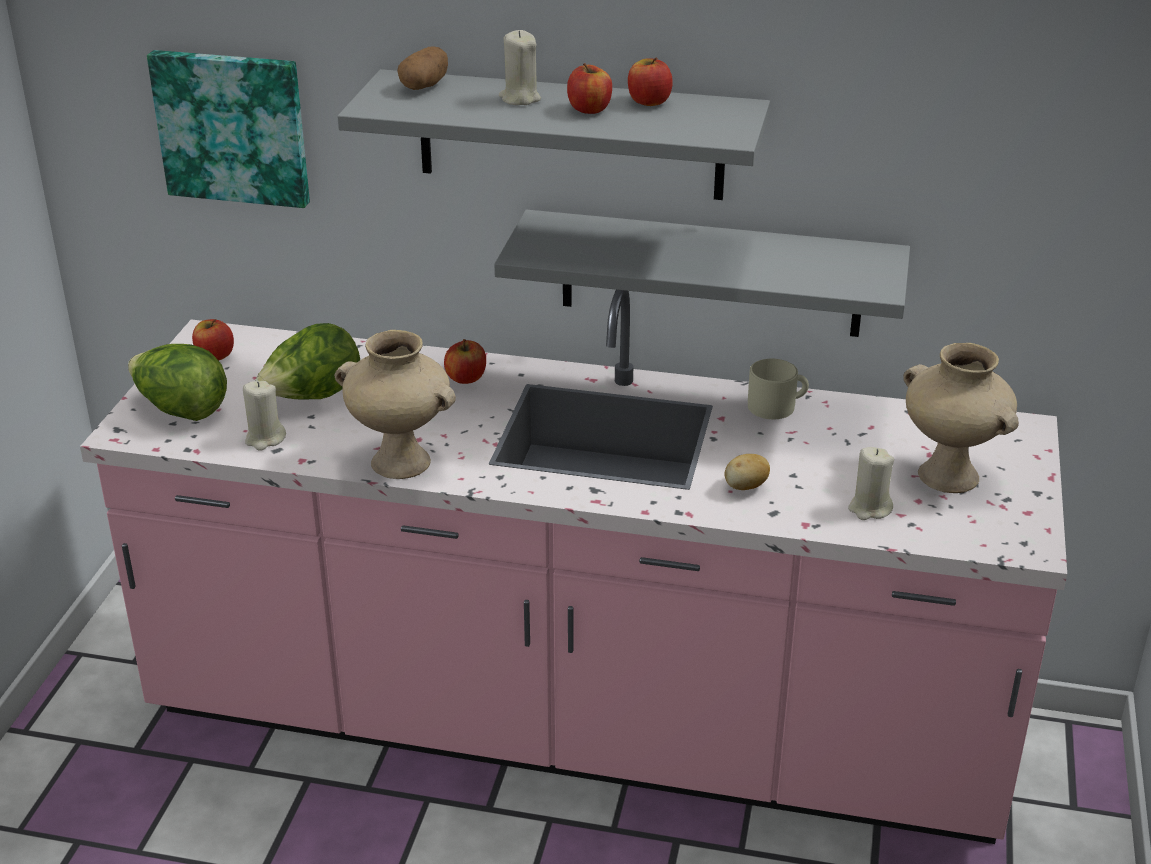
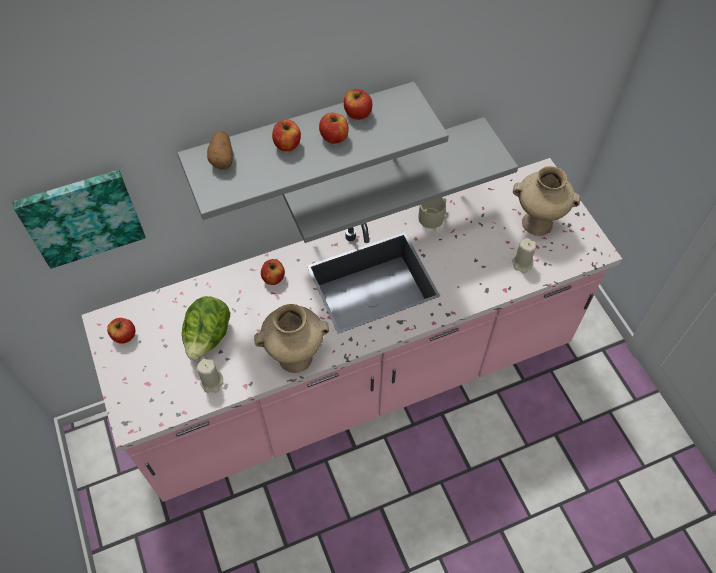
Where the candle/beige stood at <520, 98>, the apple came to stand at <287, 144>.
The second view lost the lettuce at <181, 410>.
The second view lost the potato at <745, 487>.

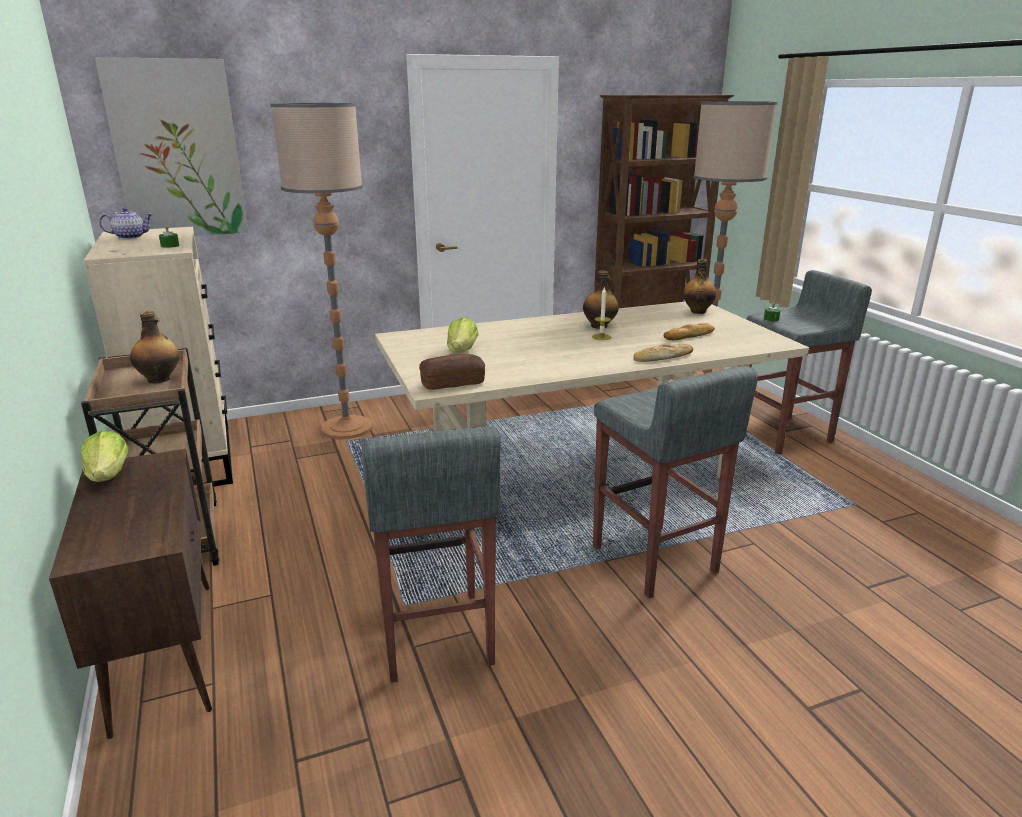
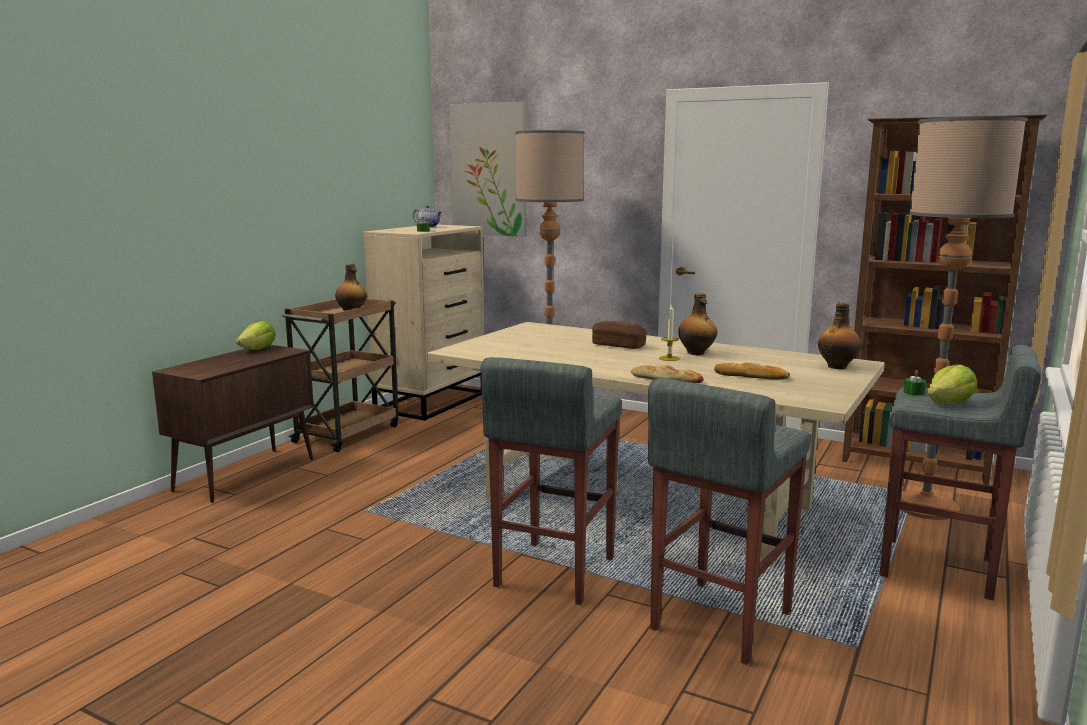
The bread ended up elsewhere, having gone from <452, 383> to <618, 345>.
The stool/grey ended up elsewhere, having gone from <434, 636> to <719, 621>.
The lettuce ended up elsewhere, having gone from <462, 351> to <949, 404>.

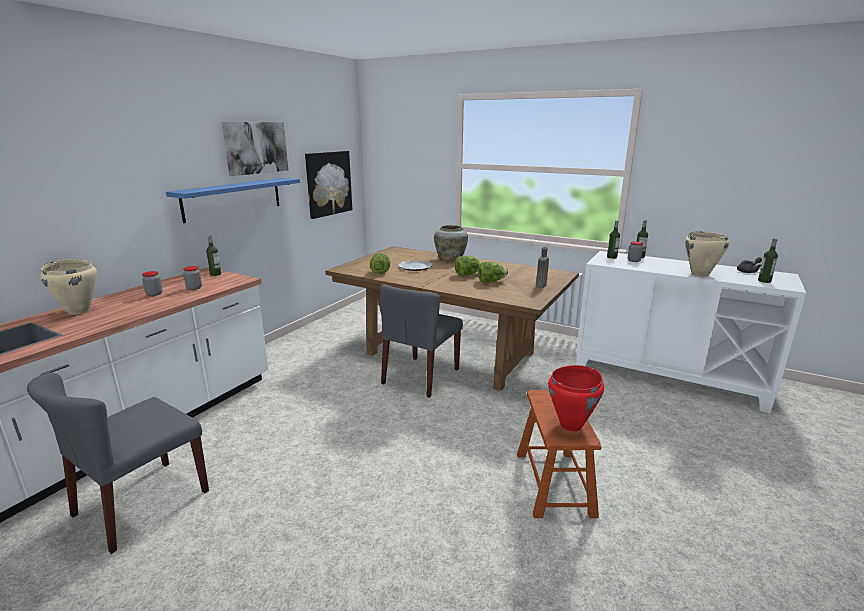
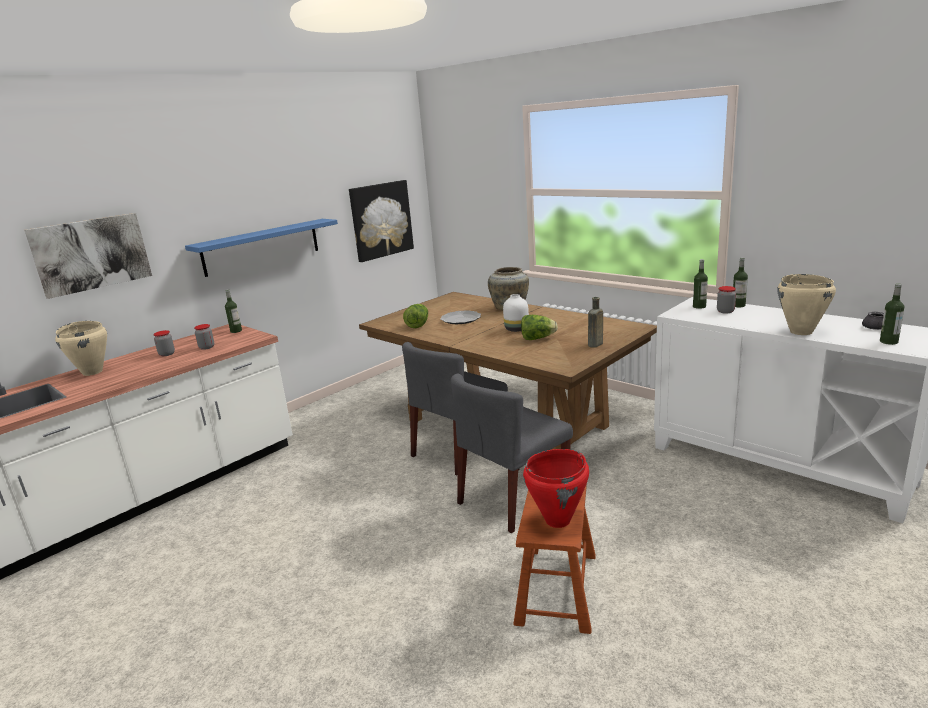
The picture ended up elsewhere, having gone from <256, 147> to <91, 254>.
The chair/grey ended up elsewhere, having gone from <141, 503> to <513, 498>.
Where the lettuce stood at <468, 274>, the vase/white came to stand at <516, 329>.

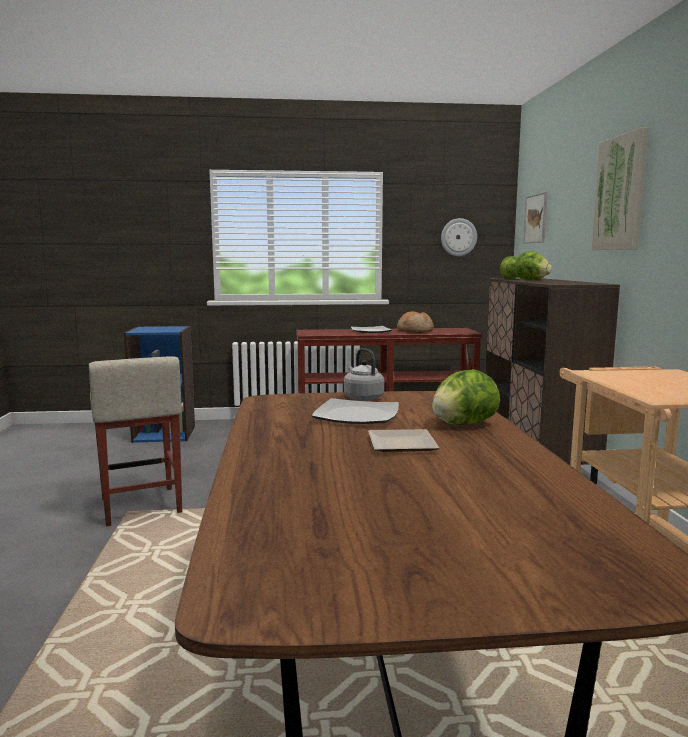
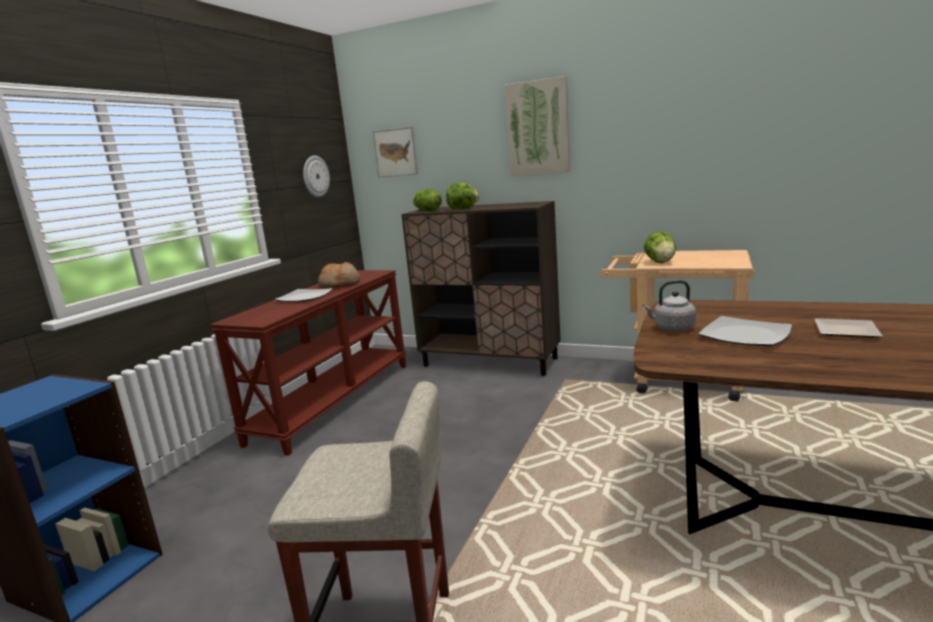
The lettuce ended up elsewhere, having gone from <463, 424> to <660, 262>.

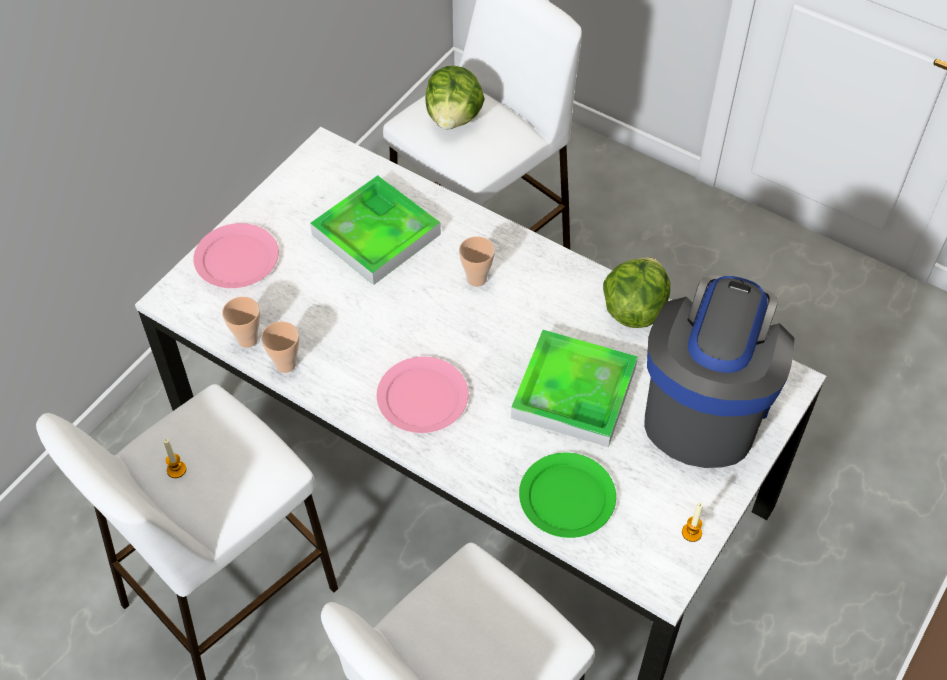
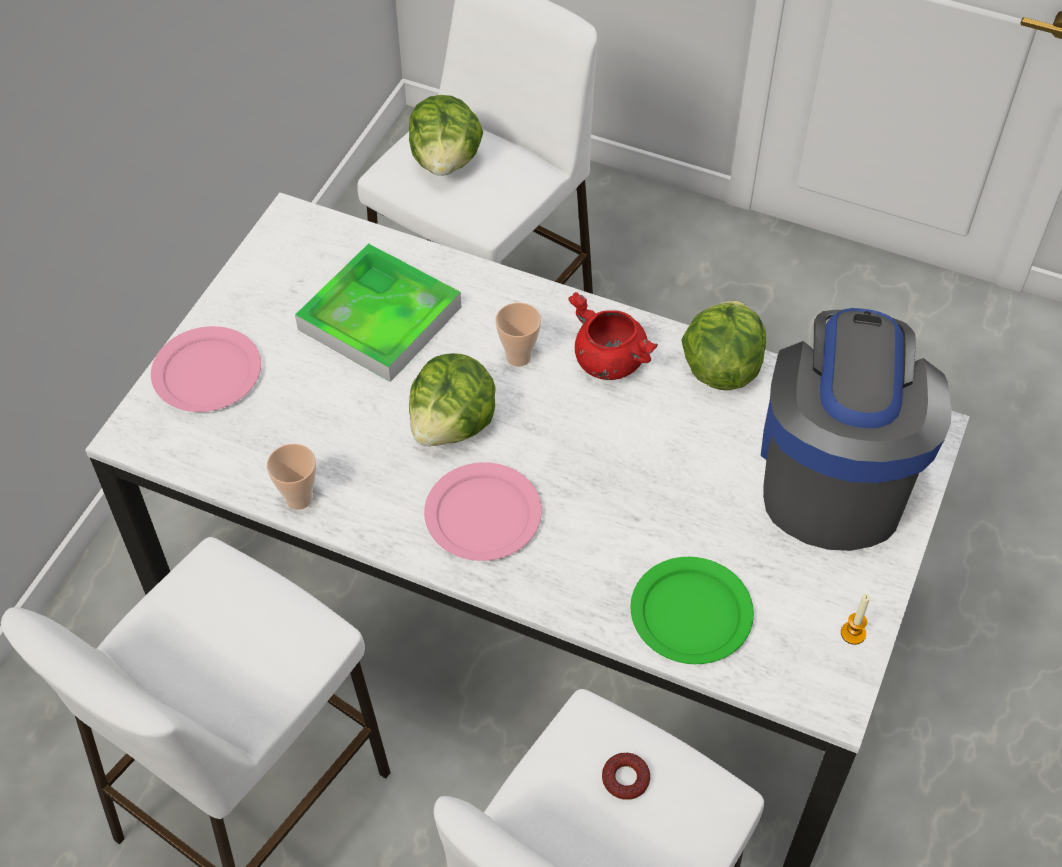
The second view gained the lettuce at <453, 425>.
The second view gained the cooking pot/red at <608, 361>.
The second view gained the donut at <625, 779>.
The second view lost the candle at <176, 470>.
The second view lost the cup at <247, 339>.
The second view lost the tray at <574, 392>.

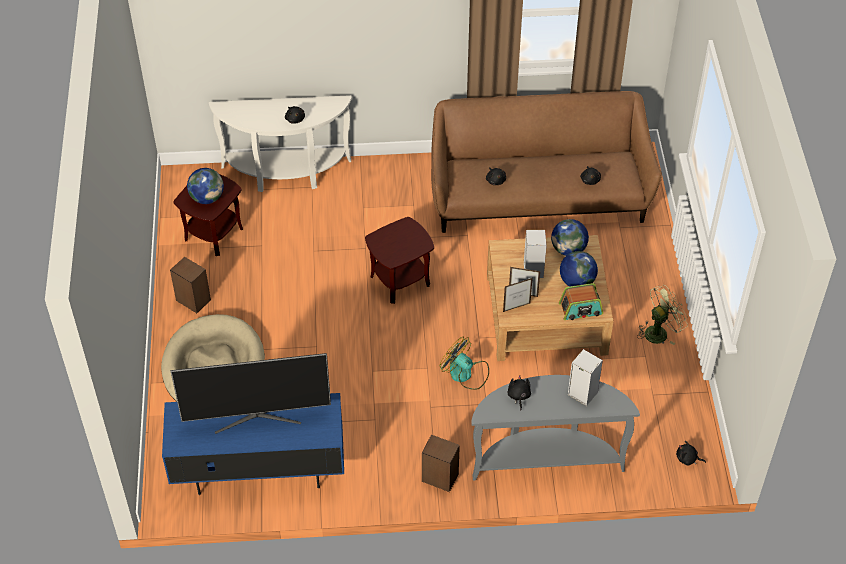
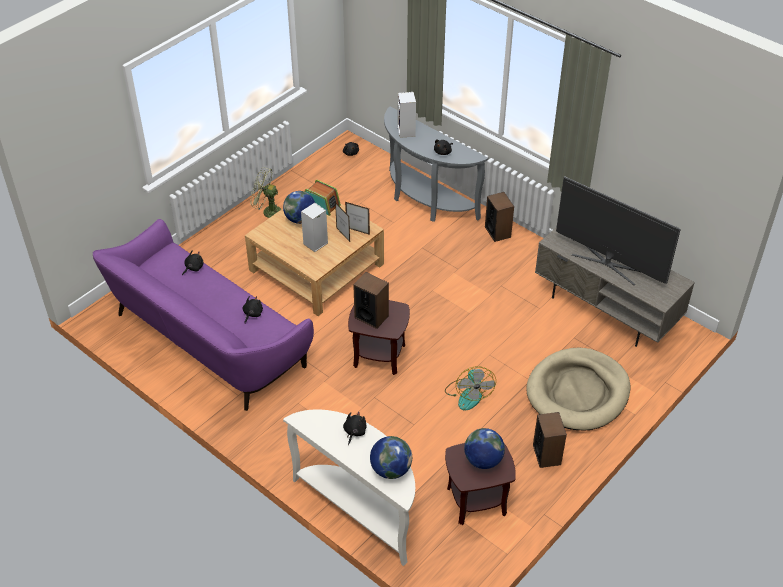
What was the sofa/brown at <538, 196> turned into the sofa/purple at <206, 340>.
The second view gained the speaker at <371, 316>.
The globe ended up elsewhere, having gone from <568, 249> to <391, 469>.
The fan ended up elsewhere, having gone from <465, 374> to <468, 394>.
What was the tv stand/blue at <258, 469> turned into the tv stand/grey at <607, 309>.

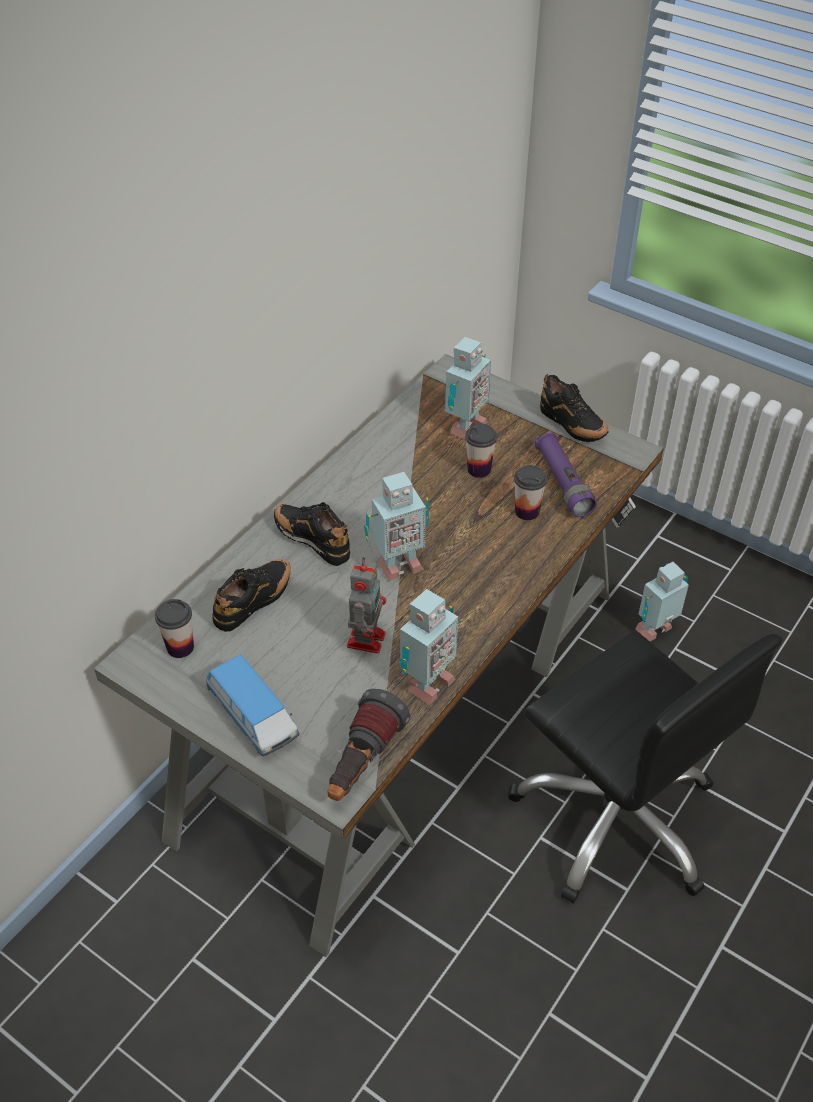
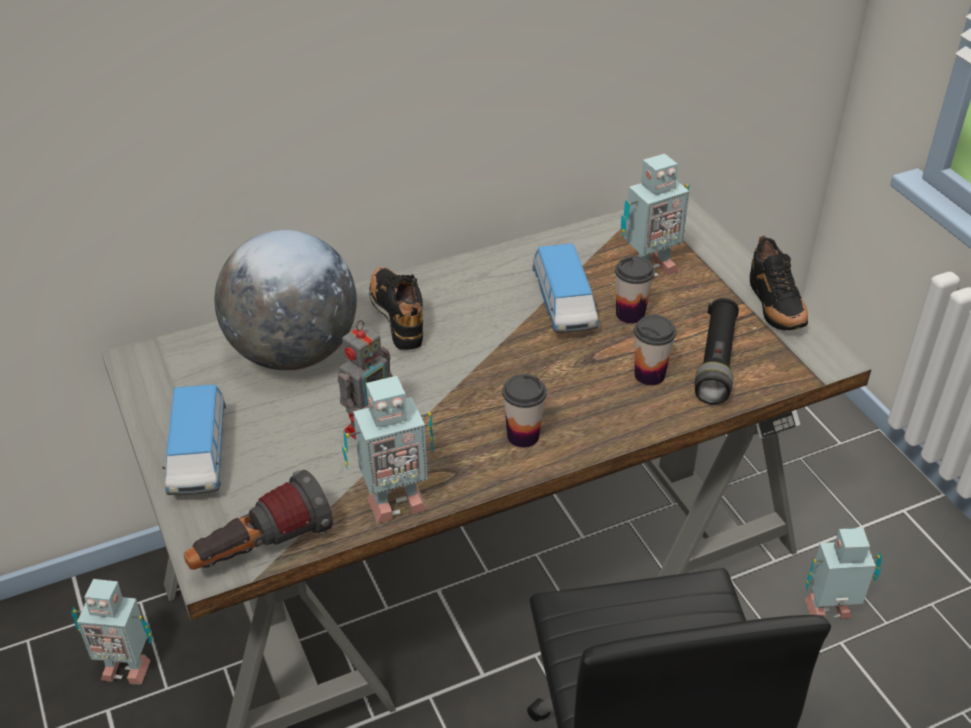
The toy robot ended up elsewhere, having gone from <398, 565> to <125, 667>.
Where the shoe/black stood at <255, 602>, the globe came to stand at <293, 352>.
The cup ended up elsewhere, having gone from <180, 647> to <523, 436>.
The second view gained the toy car at <564, 305>.
What was the flashlight/purple at <563, 483> turned into the flashlight/black at <716, 362>.

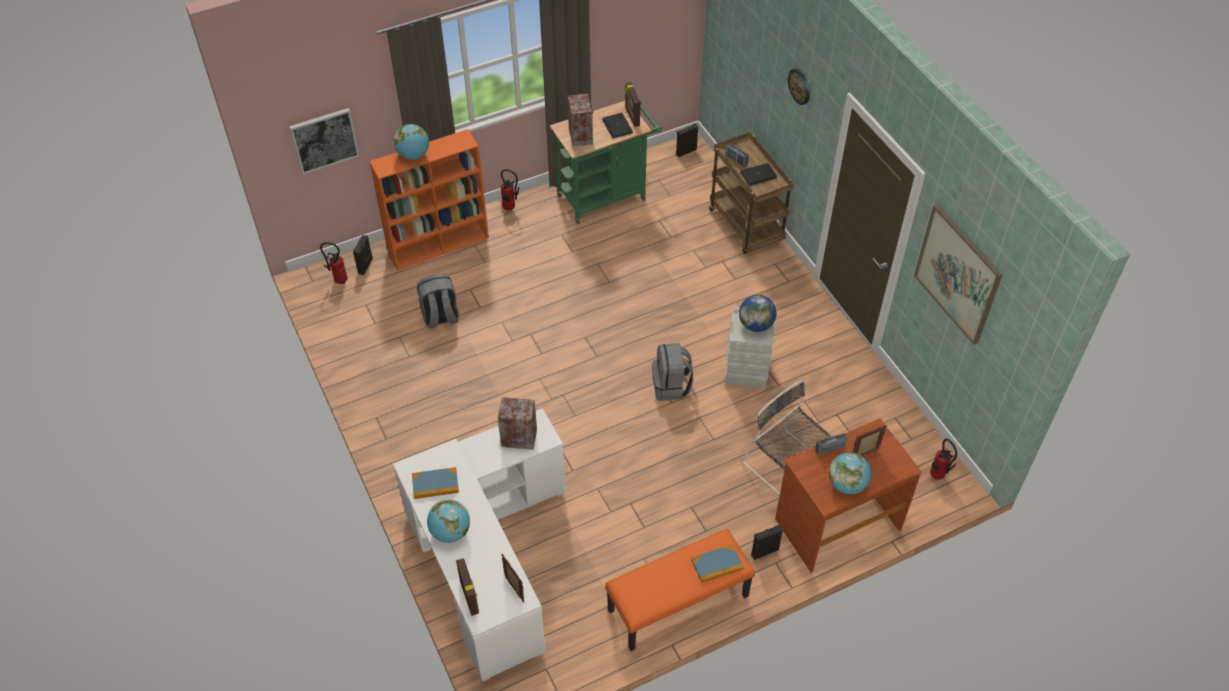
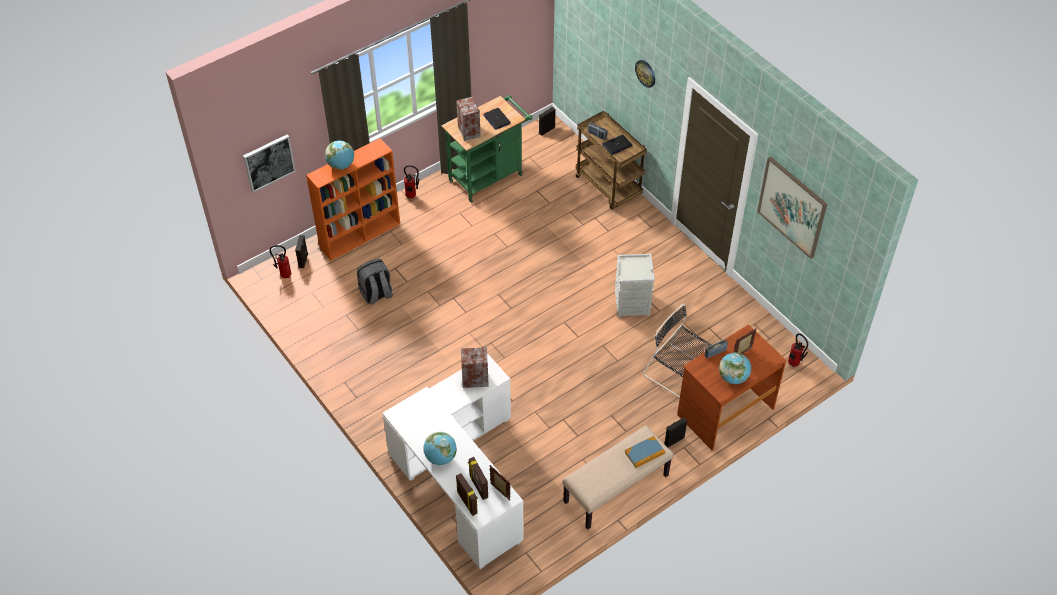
The picture frame ended up elsewhere, having gone from <632, 117> to <478, 487>.
What was the bench/orange at <678, 604> turned into the bench/beige at <616, 489>.
The second view lost the book at <435, 484>.
The second view lost the backpack/grey at <671, 386>.
The second view lost the globe at <756, 325>.

